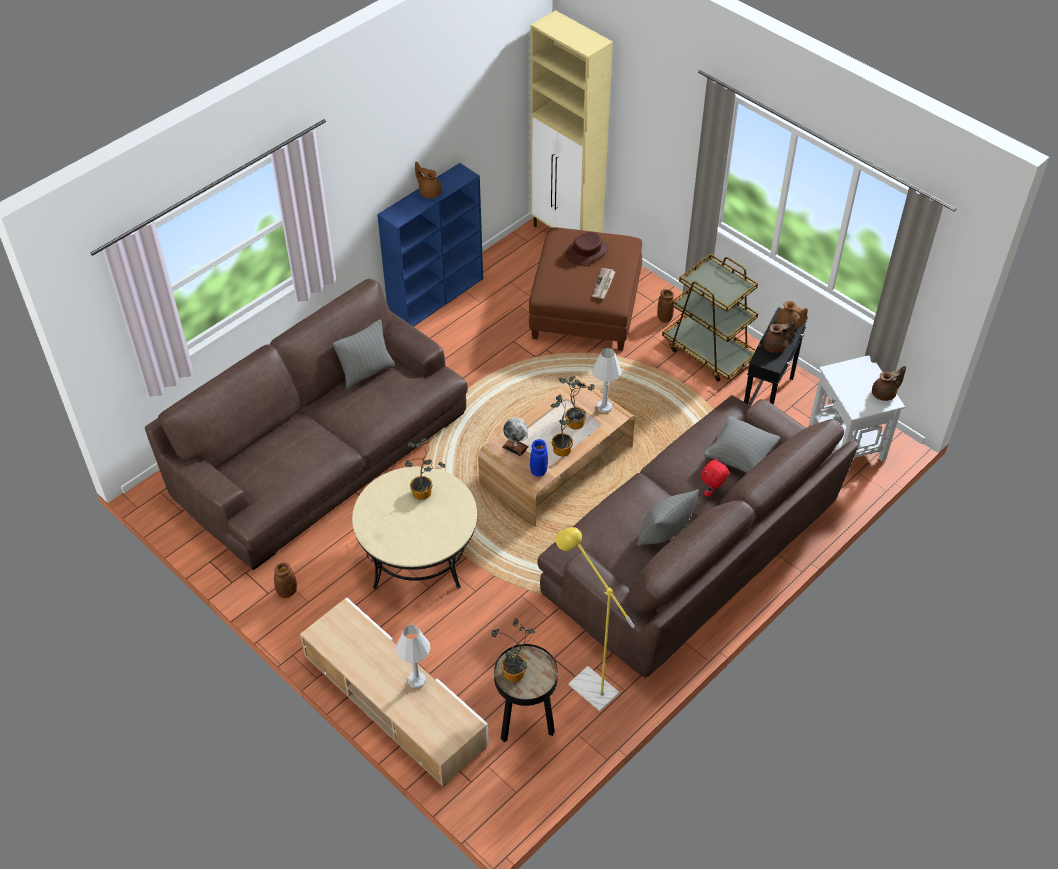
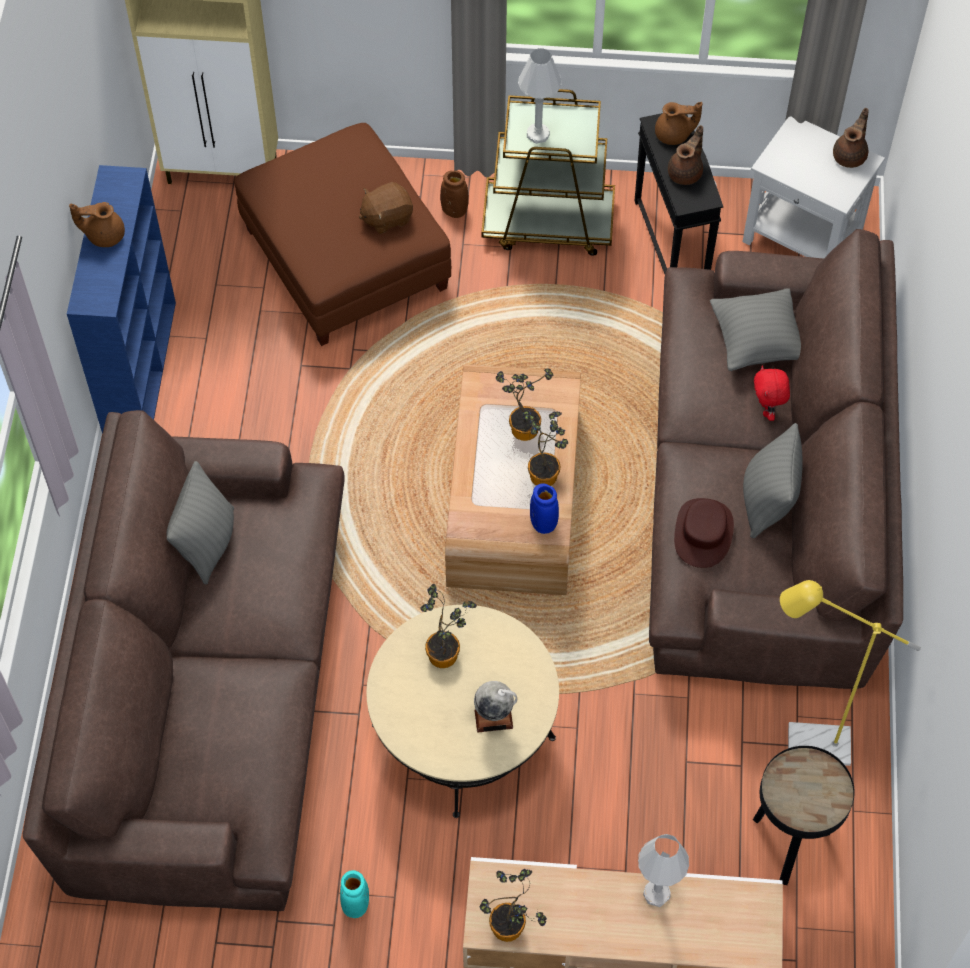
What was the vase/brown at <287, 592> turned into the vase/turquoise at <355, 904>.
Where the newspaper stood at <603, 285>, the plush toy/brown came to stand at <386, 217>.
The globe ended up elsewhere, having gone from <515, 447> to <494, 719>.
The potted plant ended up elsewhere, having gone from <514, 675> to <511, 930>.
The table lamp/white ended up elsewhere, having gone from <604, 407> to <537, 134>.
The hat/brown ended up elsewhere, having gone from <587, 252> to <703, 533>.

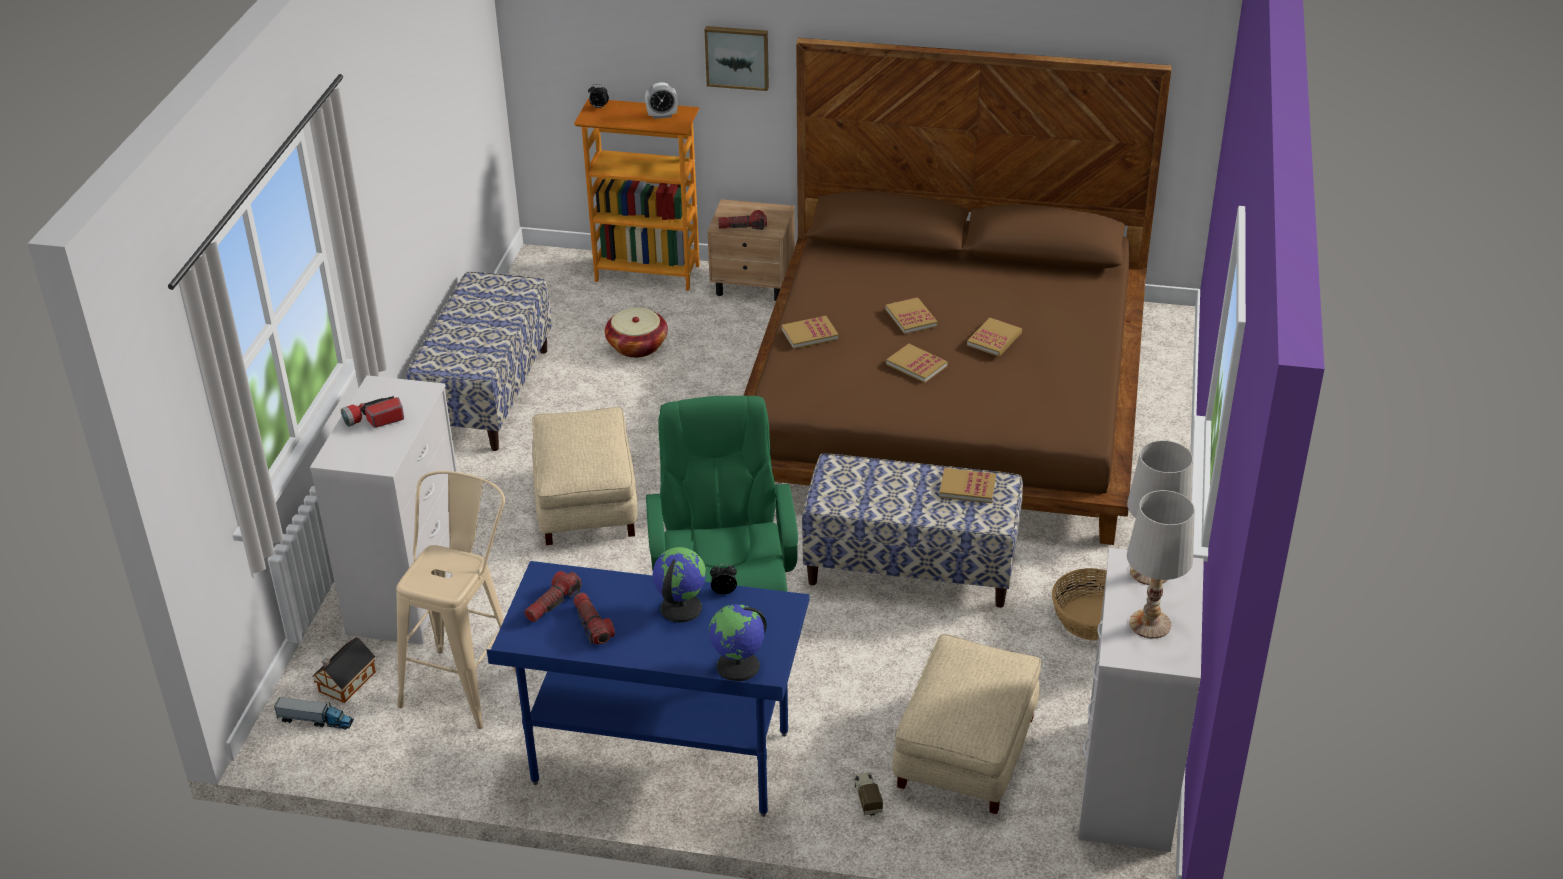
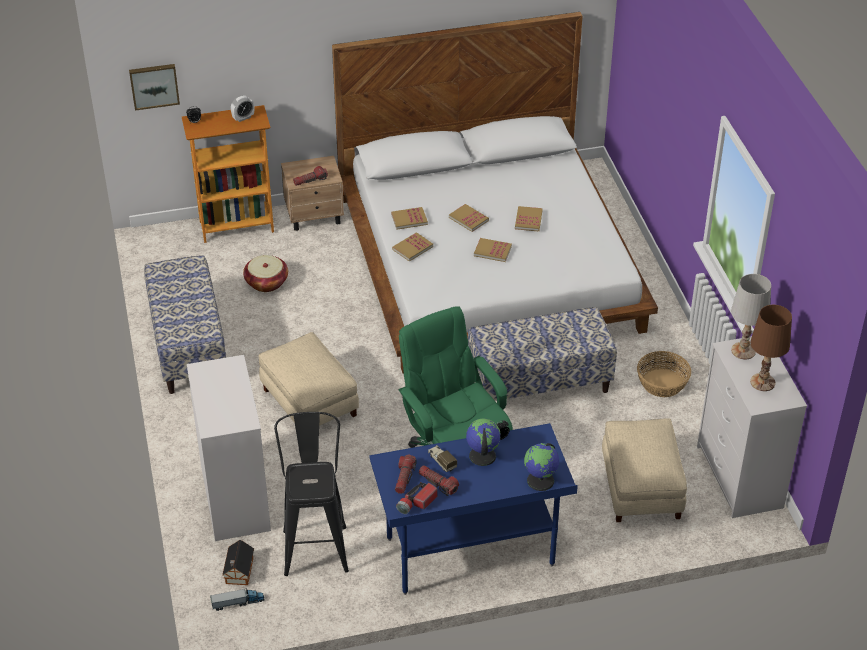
The picture ended up elsewhere, having gone from <737, 57> to <154, 85>.
What was the stool/beige at <466, 679> turned into the stool/black at <315, 544>.
What was the bed/brown at <946, 397> turned into the bed/white at <489, 263>.
The book ended up elsewhere, having gone from <967, 487> to <409, 219>.
The flashlight ended up elsewhere, having gone from <374, 420> to <416, 503>.
The toy truck ended up elsewhere, having gone from <867, 798> to <441, 461>.
What was the table lamp/white at <1150, 624> turned into the table lamp/brown at <763, 382>.

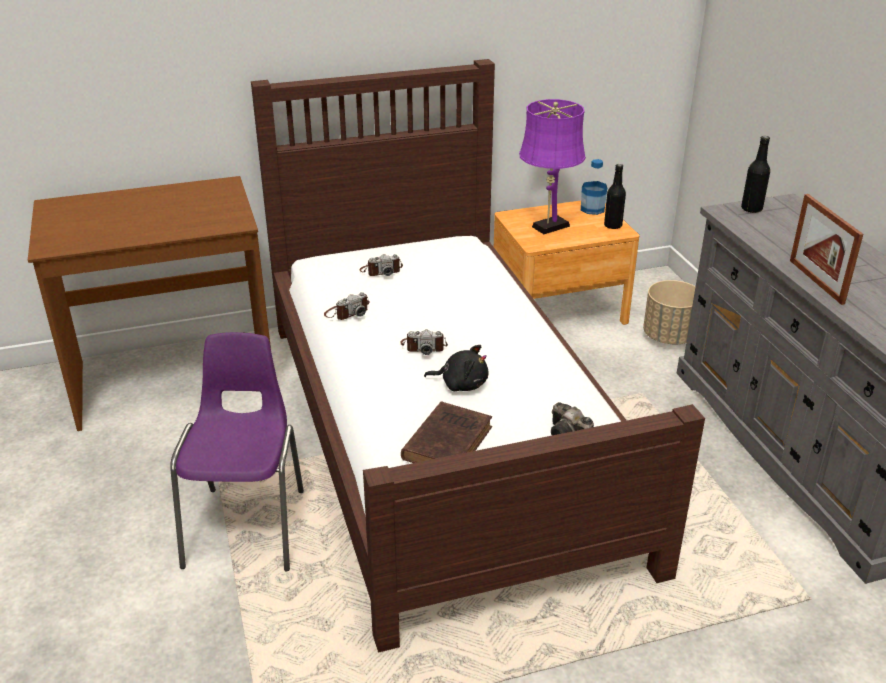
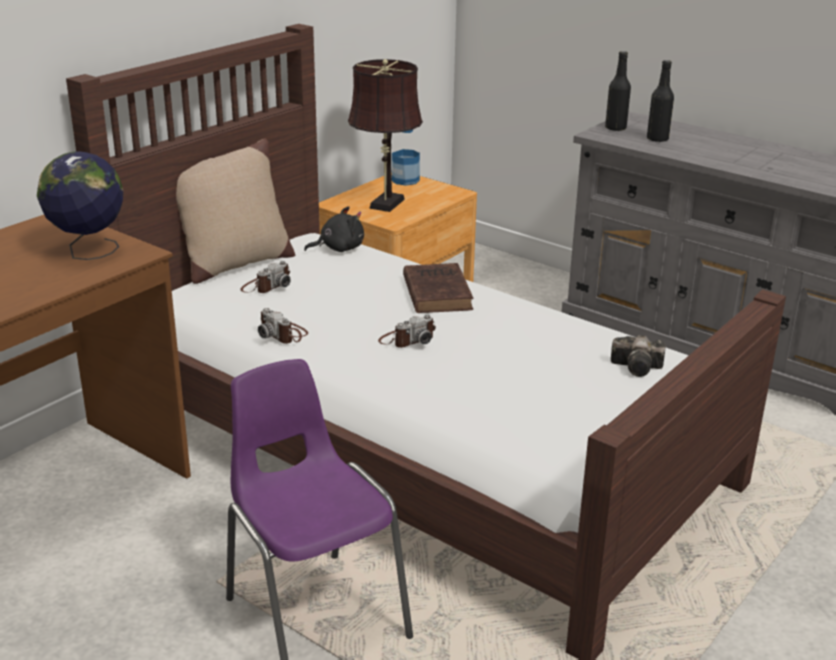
The second view gained the globe at <88, 252>.
The second view gained the pillow/beige at <234, 265>.
The photo camera at <347, 312> ended up facing another way, 120 degrees clockwise from before.
The plush toy/black ended up elsewhere, having gone from <461, 384> to <339, 248>.
What was the table lamp/purple at <547, 227> turned into the table lamp/brown at <385, 205>.
The book/brown ended up elsewhere, having gone from <448, 441> to <436, 292>.
The bottle/black ended up elsewhere, having gone from <613, 226> to <657, 139>.
The second view lost the planter/beige at <669, 337>.
The second view lost the picture frame at <816, 281>.

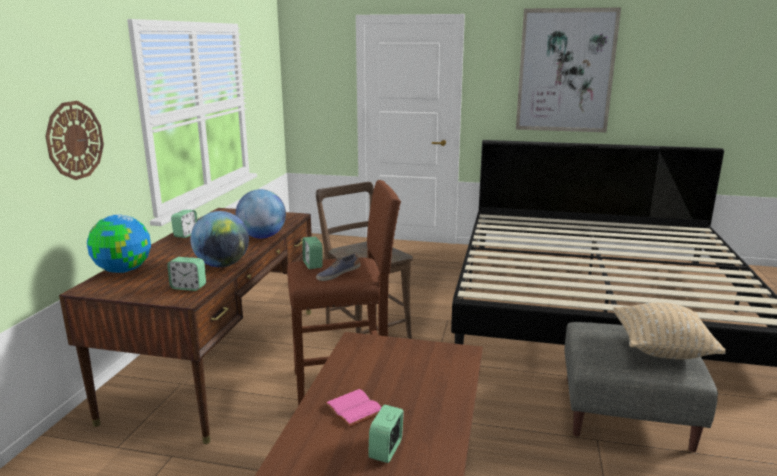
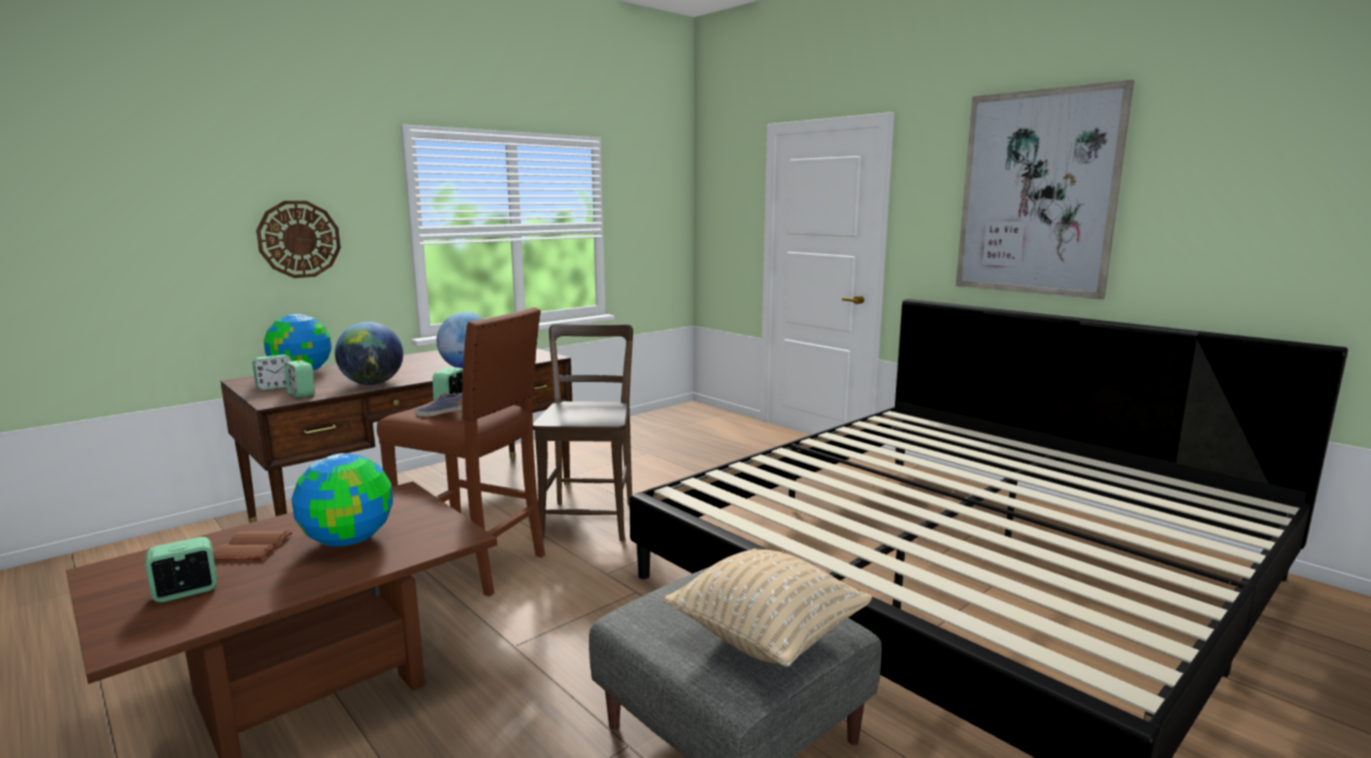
What was the book/pink at <356, 409> turned into the book/brown at <254, 548>.
The alarm clock ended up elsewhere, having gone from <186, 234> to <276, 387>.
The second view gained the globe at <349, 540>.

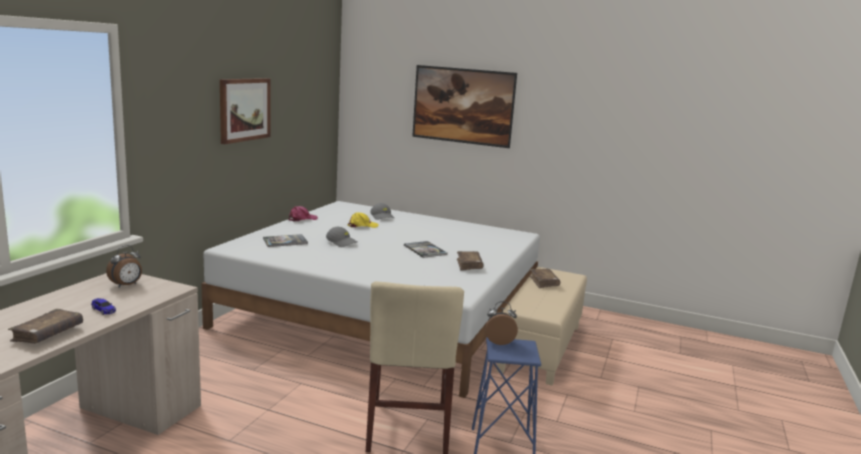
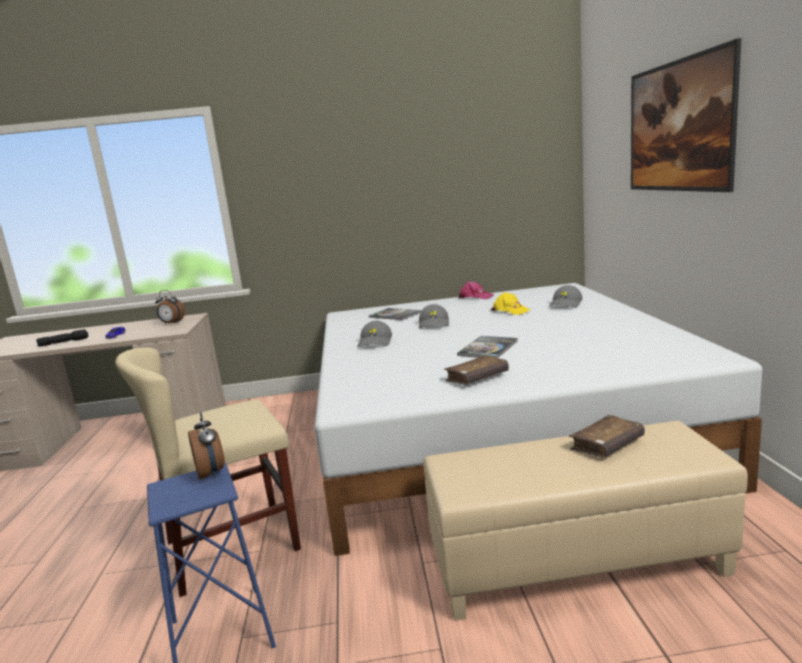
Where the book/brown stood at <48, 334>, the flashlight/black came to stand at <64, 342>.
The second view gained the cap/grey at <375, 342>.
The second view lost the picture at <244, 109>.

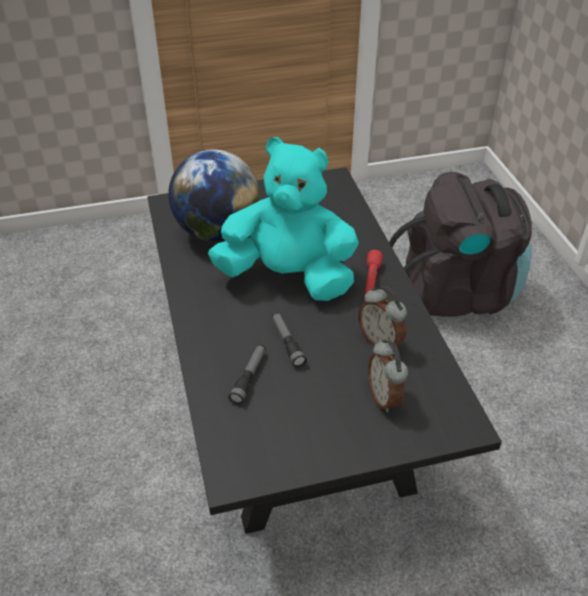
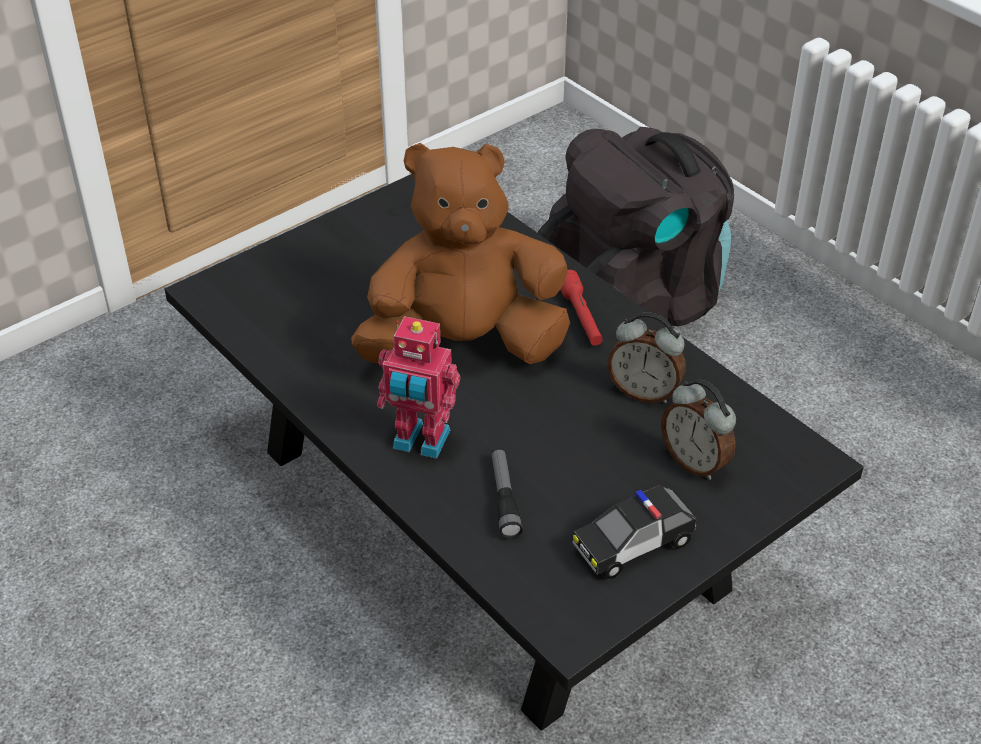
What was the plush toy/turquoise at <288, 277> turned into the plush toy/brown at <464, 345>.
The second view gained the toy robot at <420, 442>.
The second view gained the toy car at <633, 544>.
The second view lost the globe at <217, 231>.
The second view lost the flashlight at <287, 342>.

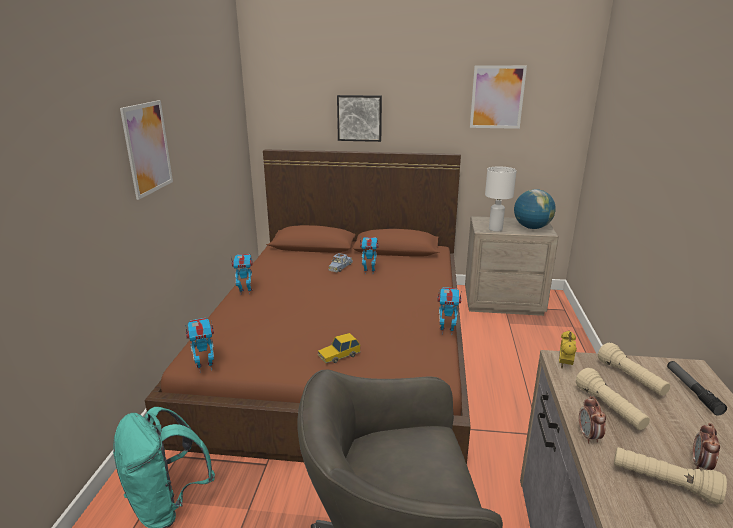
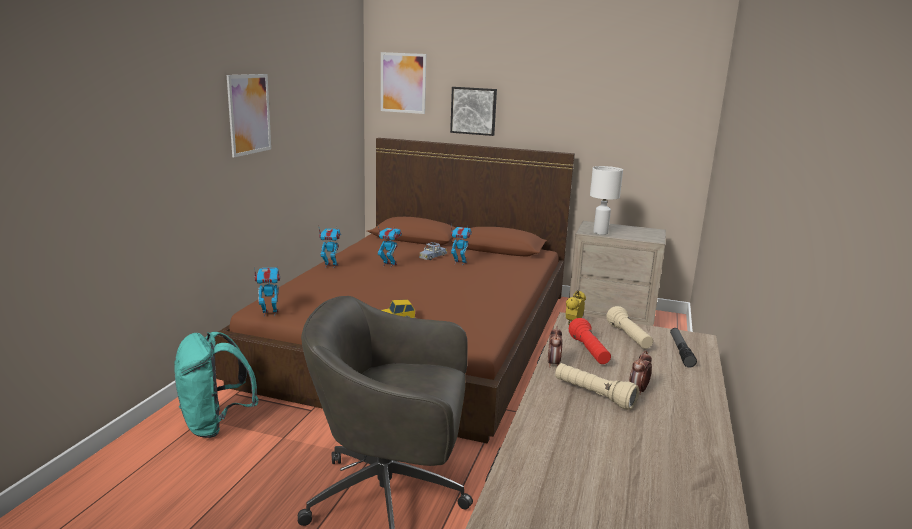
The toy robot ended up elsewhere, having gone from <446, 331> to <389, 265>.
The picture ended up elsewhere, having gone from <497, 97> to <403, 83>.
What was the flashlight/beige at <609, 408> turned into the flashlight/red at <589, 352>.
The second view lost the globe at <532, 227>.

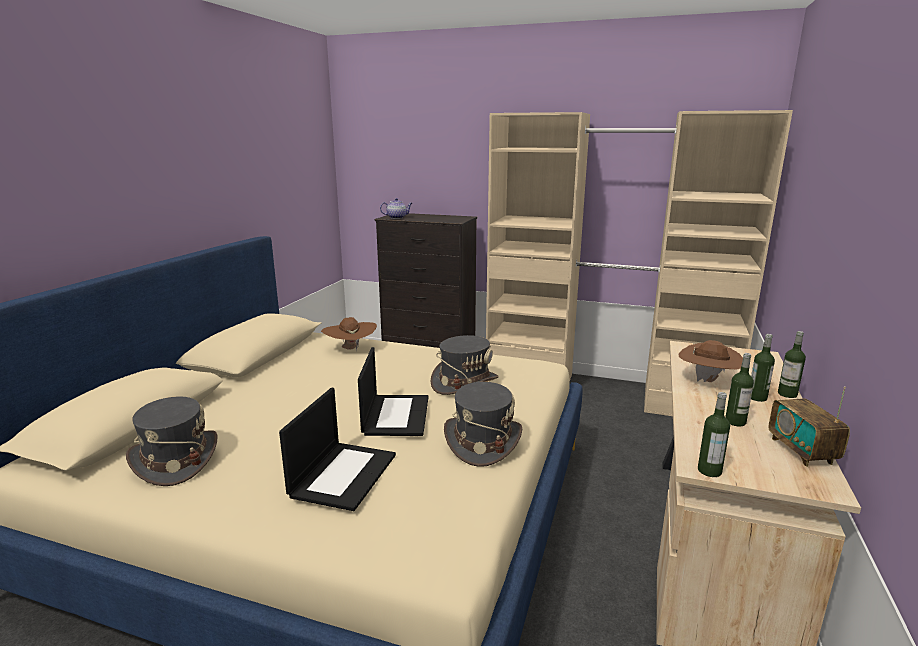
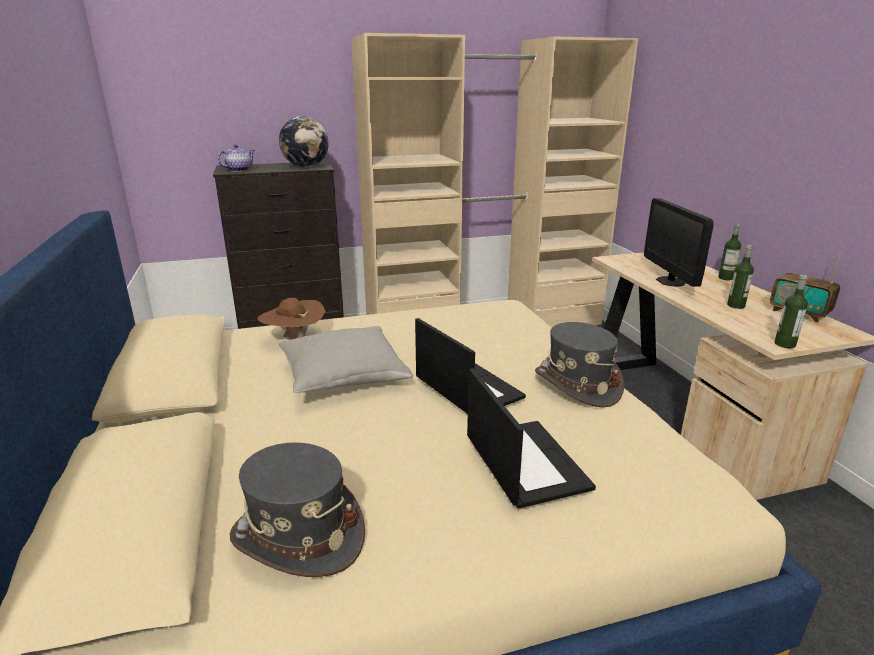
The second view gained the globe at <306, 166>.
The second view gained the pillow/grey at <343, 376>.
Where the hat/brown stood at <708, 381>, the monitor came to stand at <670, 281>.
The second view lost the hat/grey at <464, 382>.
The second view lost the bottle at <757, 397>.

